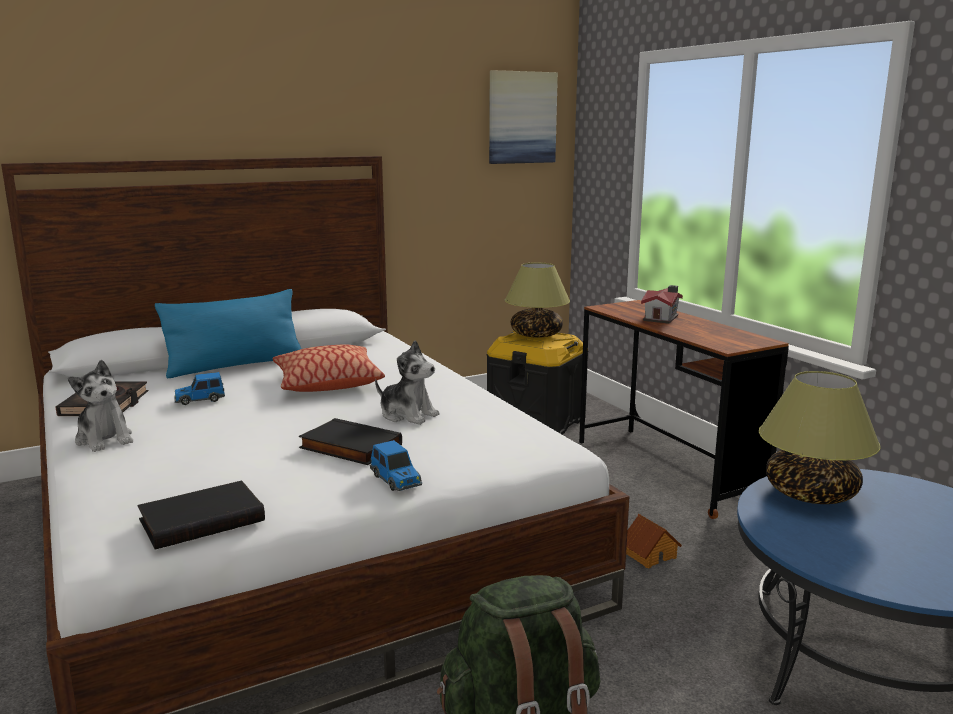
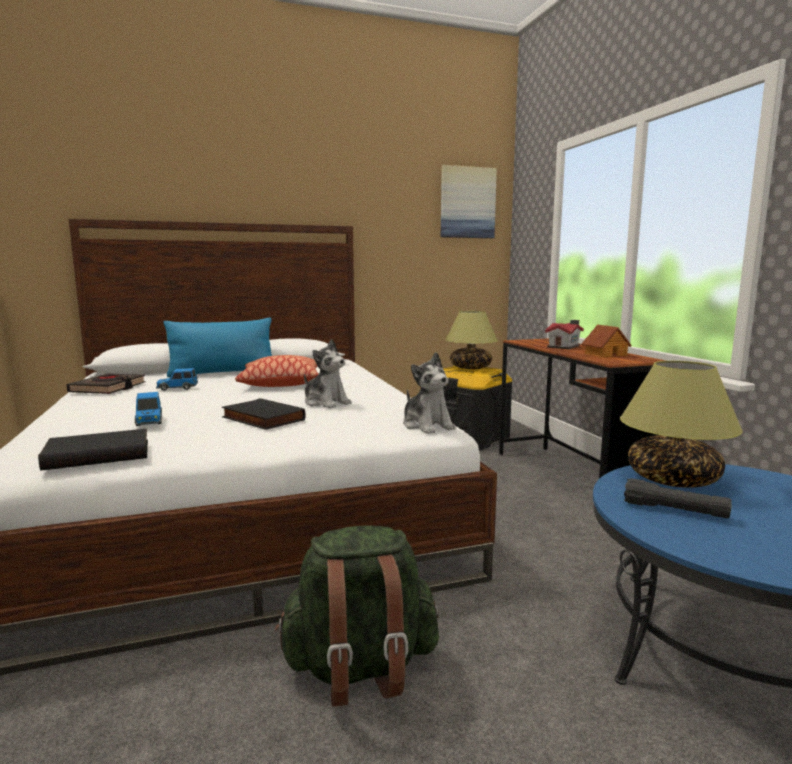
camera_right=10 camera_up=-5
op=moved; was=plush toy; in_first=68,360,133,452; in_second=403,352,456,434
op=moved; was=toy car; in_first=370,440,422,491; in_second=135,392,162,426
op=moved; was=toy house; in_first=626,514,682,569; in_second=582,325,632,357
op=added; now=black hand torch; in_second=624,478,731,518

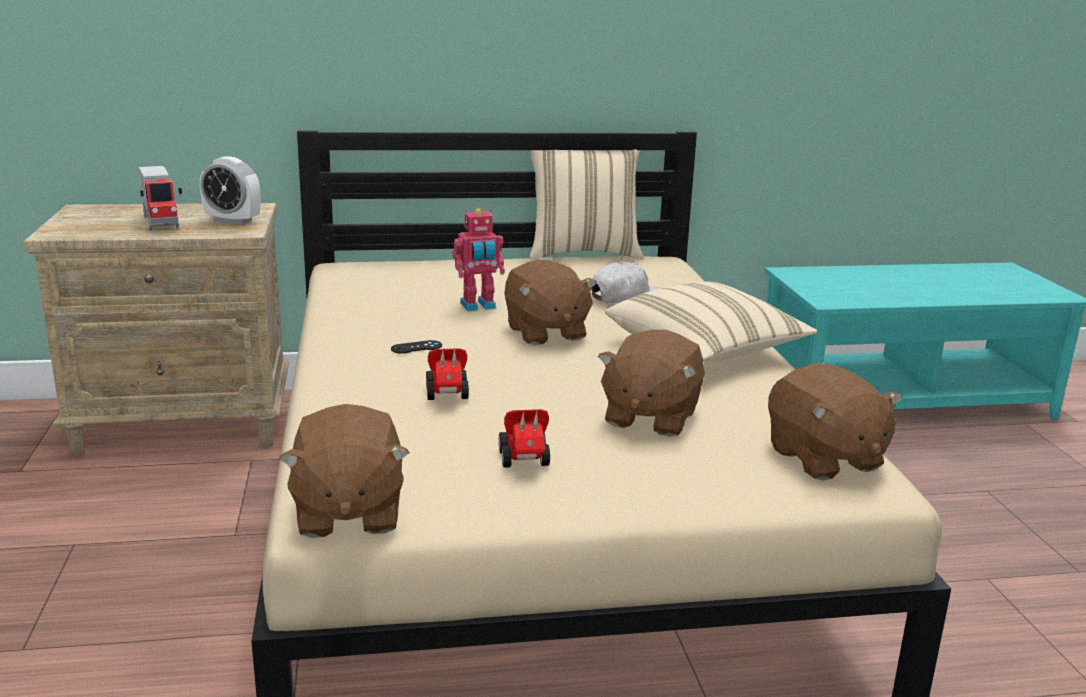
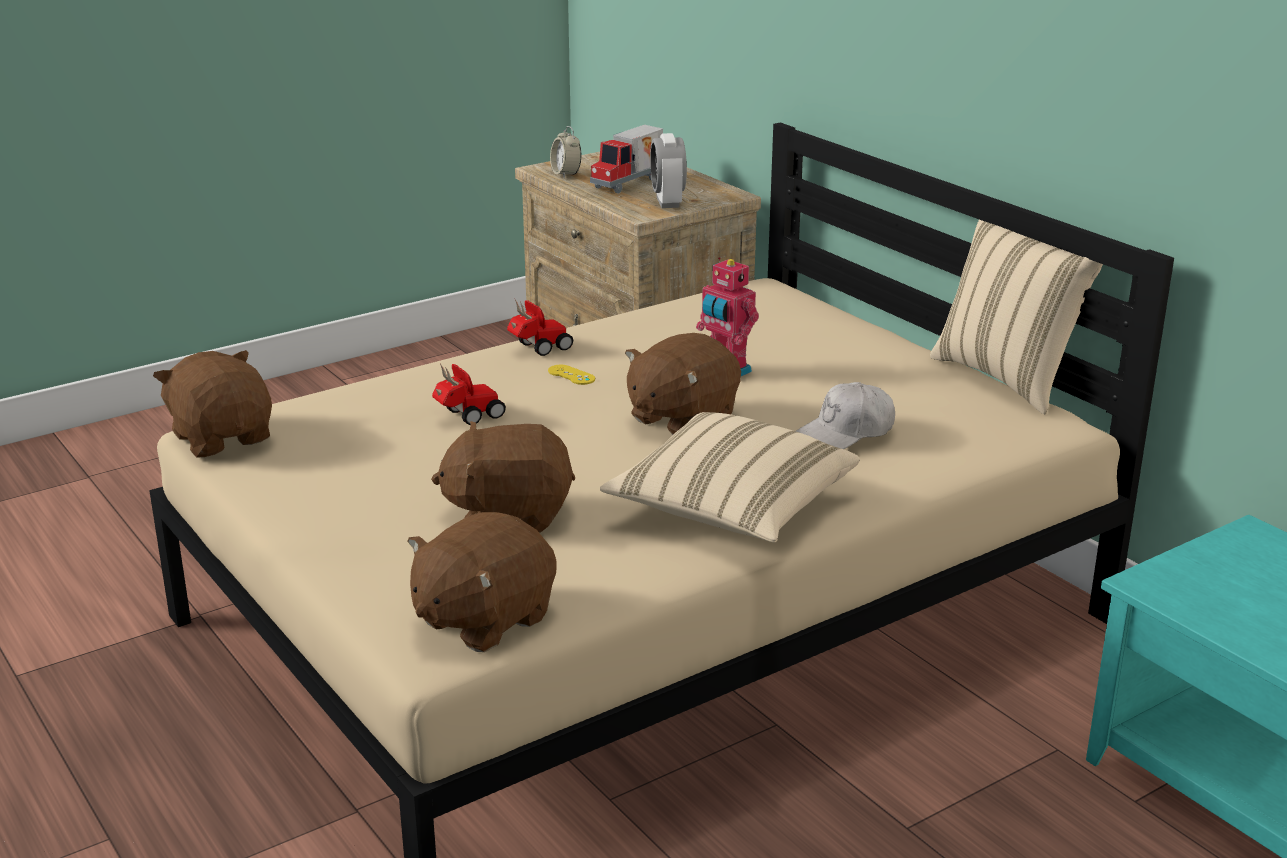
camera_right=65 camera_up=5
op=turned; was=white baseball cap; in_first=591,261,662,303; in_second=796,382,895,449; clockwise=105
op=recoloured; was=black gamepad; now=yellow gamepad; in_first=391,340,442,354; in_second=548,365,595,385
op=turned; was=brown-coloured plush toy; in_first=279,404,409,538; in_second=153,350,272,458; clockwise=90
op=moved; was=toy car; in_first=499,409,550,468; in_second=507,299,573,356
op=added; now=bedside clock; in_second=550,126,581,179

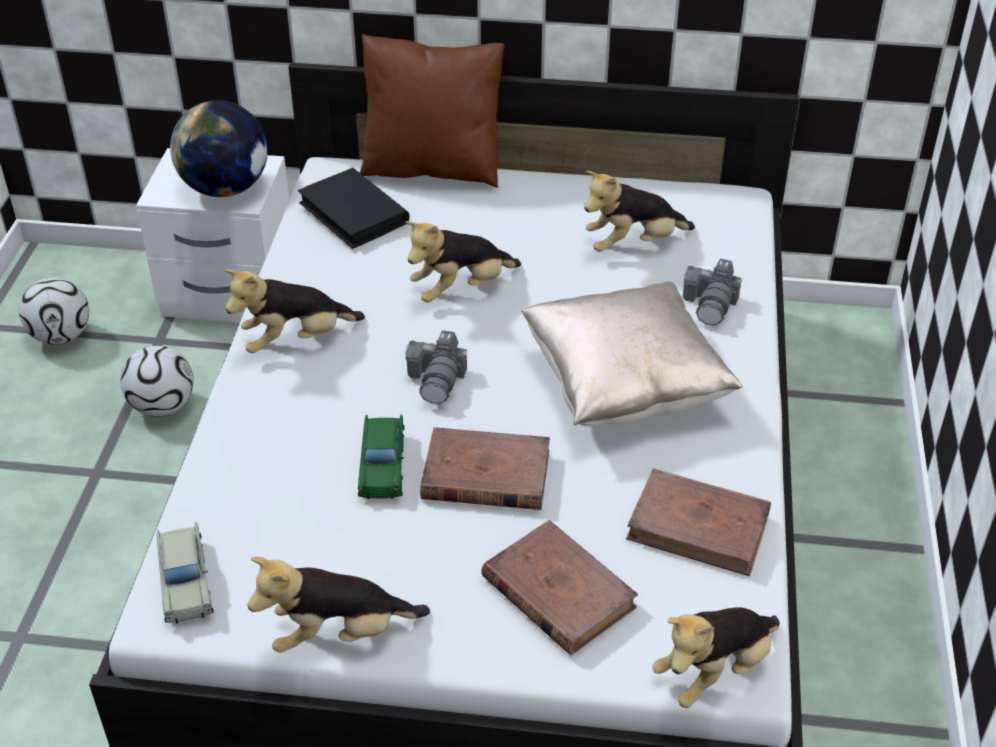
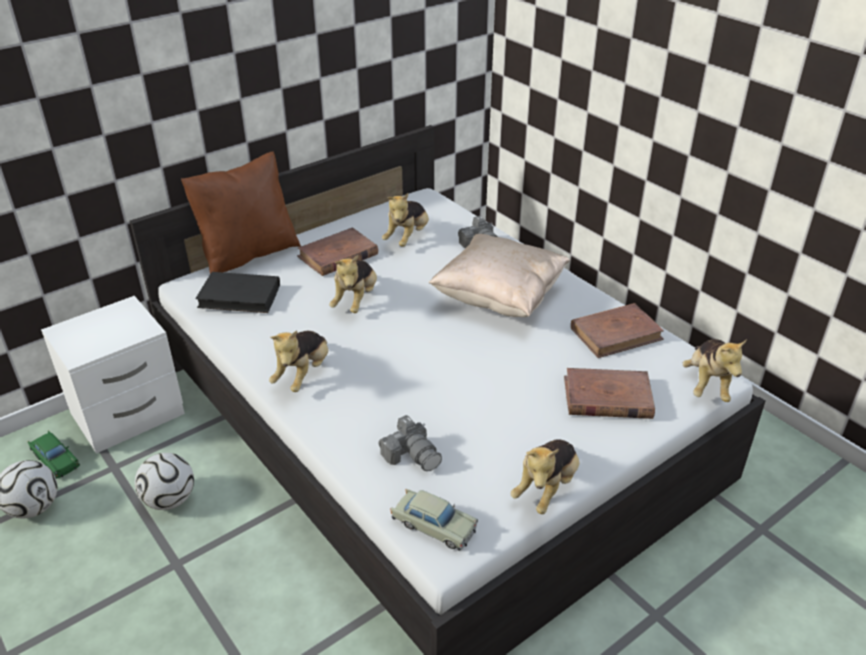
camera_right=-45 camera_up=-5
op=removed; was=desk globe; in_first=170,100,268,197
op=moved; was=still camera; in_first=406,330,467,404; in_second=378,415,442,471
op=moved; was=green toy car; in_first=358,414,404,499; in_second=28,431,80,479
op=moved; was=brown-coloured bound book; in_first=420,427,550,510; in_second=297,227,378,276

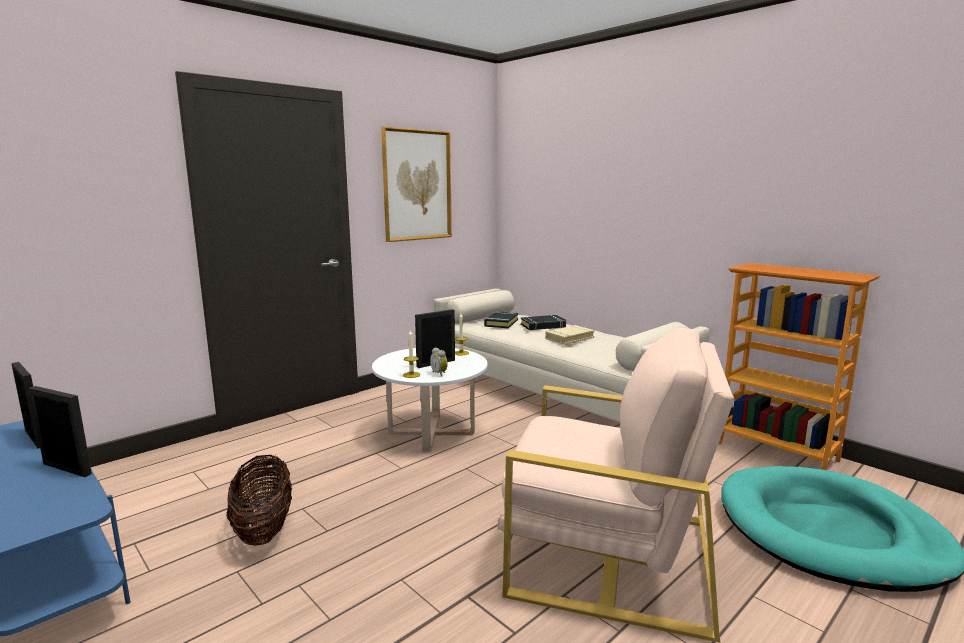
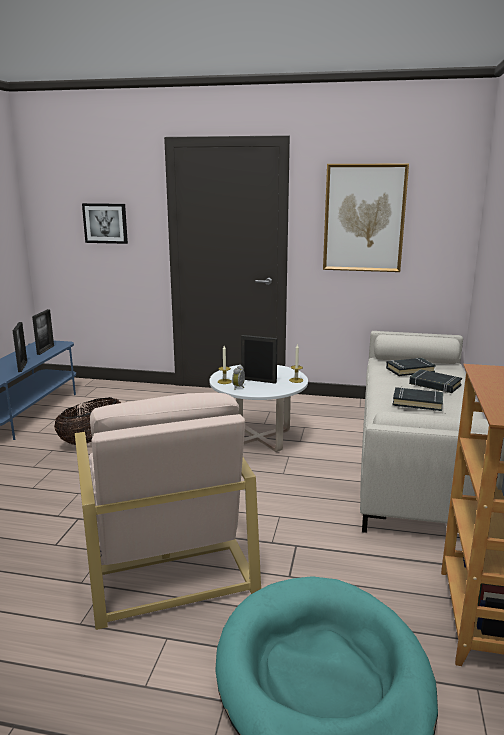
camera_right=55 camera_up=5
op=recoloured; was=beige-coloured bound book; now=black bound book; in_first=545,325,595,345; in_second=392,387,443,411
op=added; now=wall art; in_second=82,203,128,244

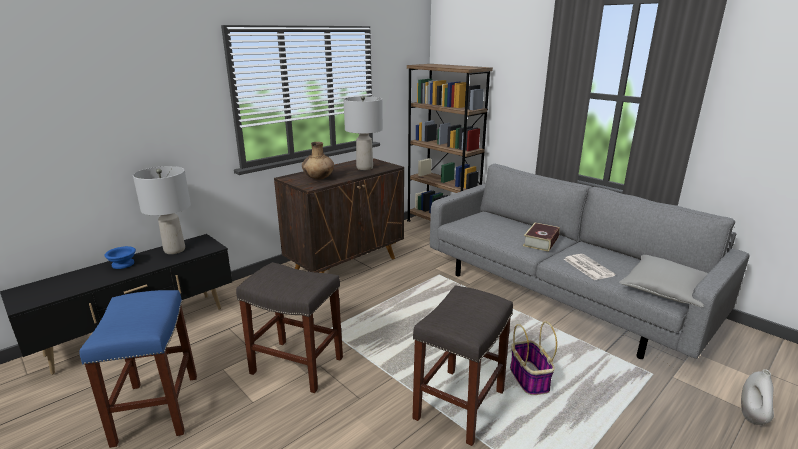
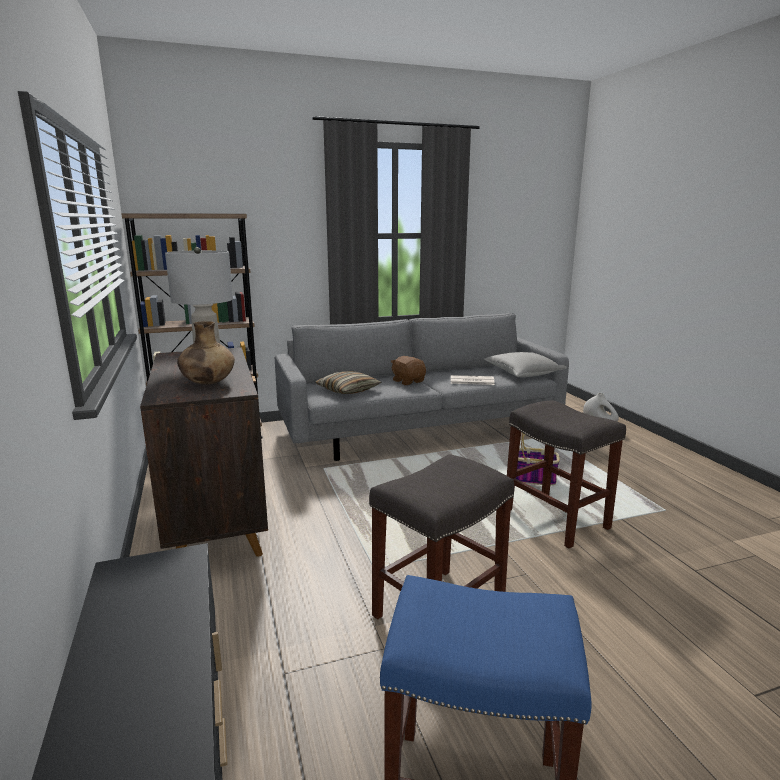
camera_right=-65 camera_up=-5
op=removed; was=gray table lamp; in_first=133,166,191,254
op=replaced; was=bound book; now=brown-coloured plush toy; in_first=523,223,560,252; in_second=391,356,426,385
op=removed; was=blue-coloured bowl; in_first=105,246,136,269
op=added; now=pillow; in_second=315,371,382,394

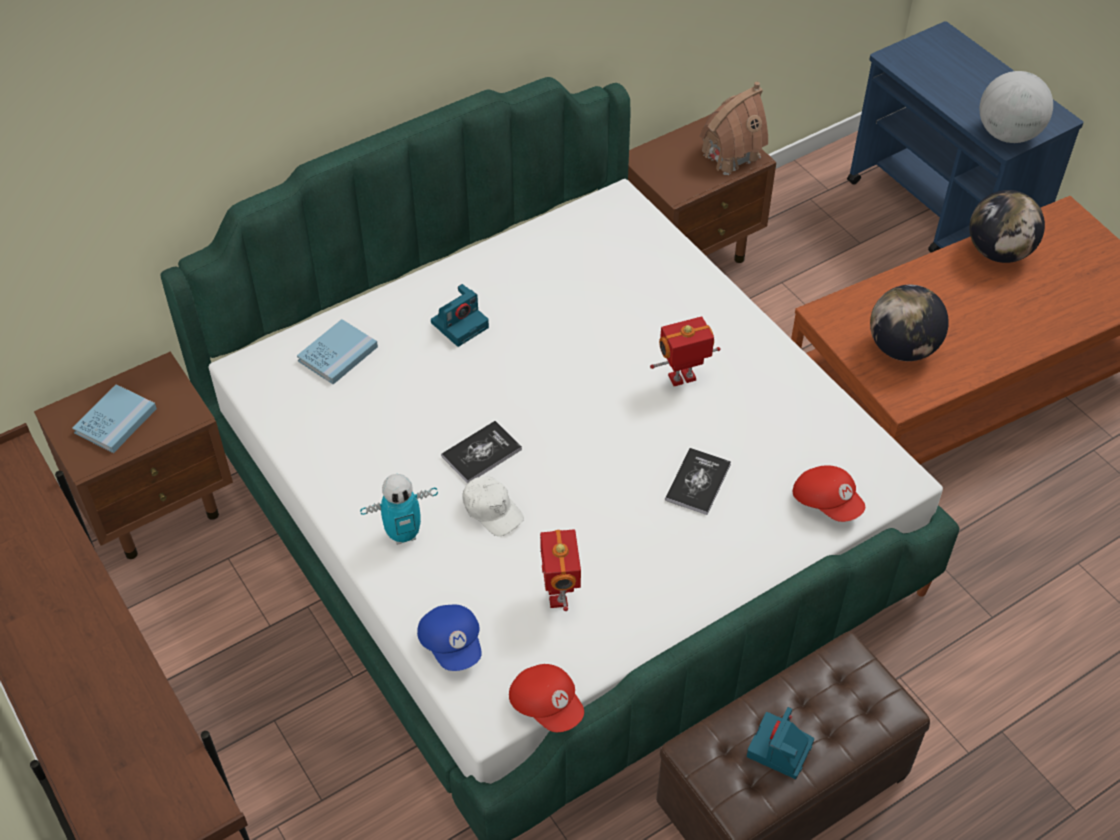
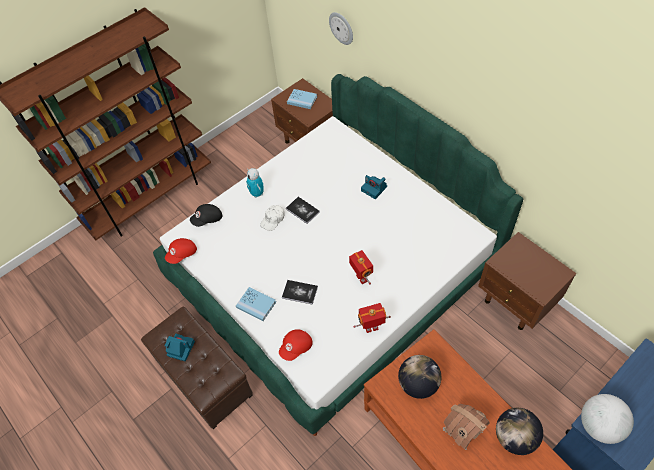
camera_right=85 camera_up=5
op=moved; was=toy house; in_first=699,82,768,175; in_second=443,404,490,450
op=moved; was=blue-coloured bound book; in_first=297,319,378,384; in_second=236,287,276,321
op=moved; was=toy robot; in_first=540,529,581,611; in_second=353,303,391,333
op=recoloured; was=blue-coloured baseball cap; now=black baseball cap; in_first=417,605,482,671; in_second=190,204,222,227
op=added; now=clock on the wall; in_second=329,12,353,45

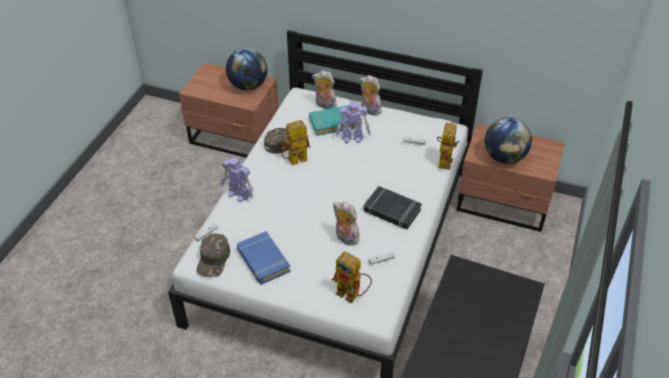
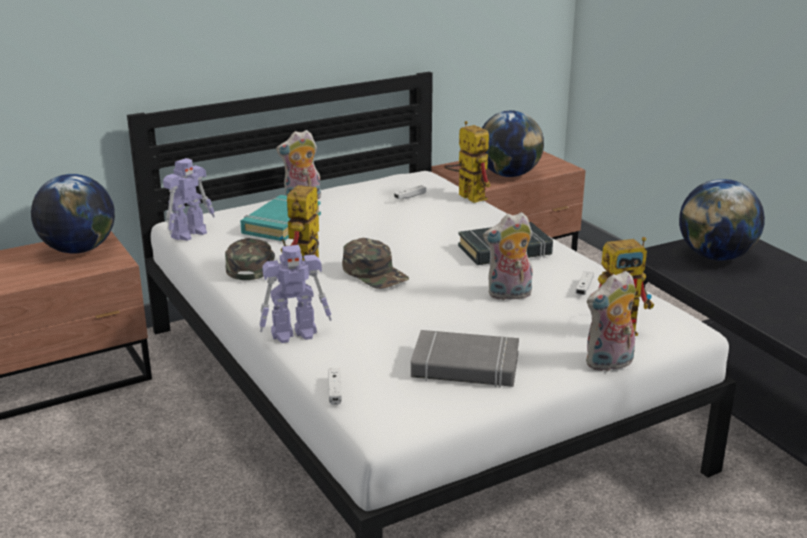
camera_right=-50 camera_up=-20
op=moved; was=plush toy; in_first=312,70,337,109; in_second=586,271,636,372
op=moved; was=toy robot; in_first=336,102,370,143; in_second=163,158,215,241
op=recoloured; was=blue-coloured bound book; now=gray bound book; in_first=237,231,291,285; in_second=411,330,519,387
op=moved; was=green baseball cap; in_first=196,234,230,277; in_second=342,238,409,289
op=added; now=desk globe; in_second=679,179,765,261

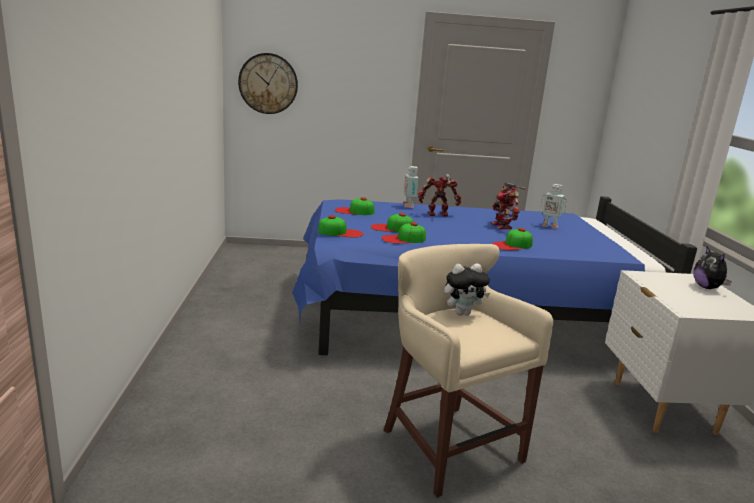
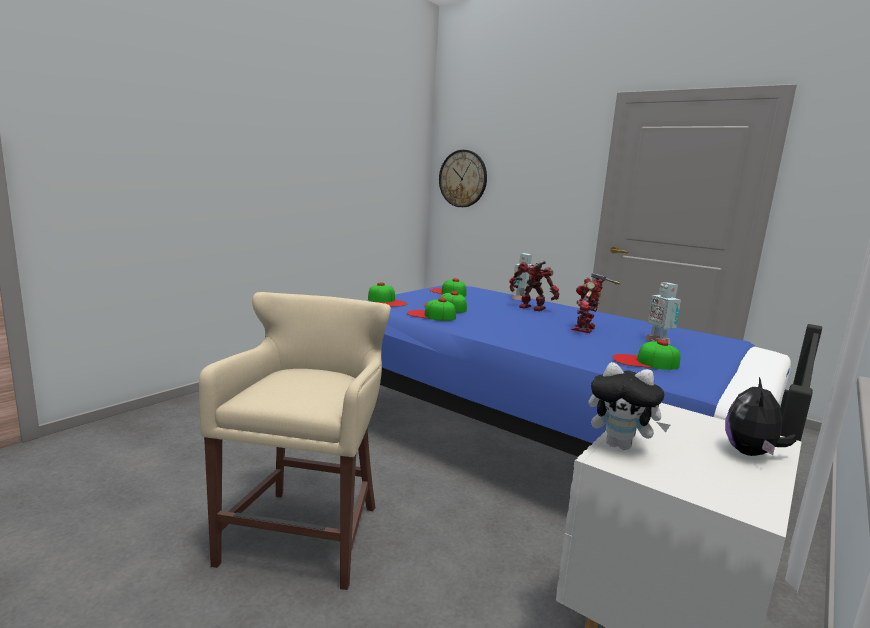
camera_right=40 camera_up=-5
op=moved; was=baseball cap; in_first=492,228,533,250; in_second=612,340,681,370
op=moved; was=plush toy; in_first=444,263,490,316; in_second=588,362,670,450

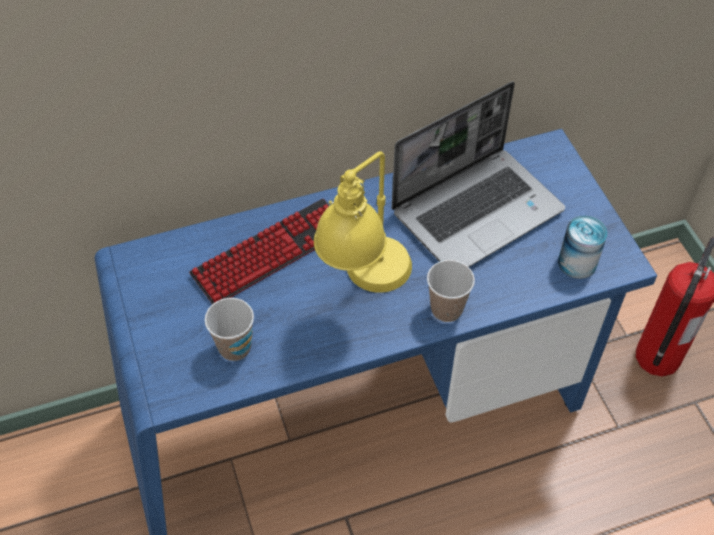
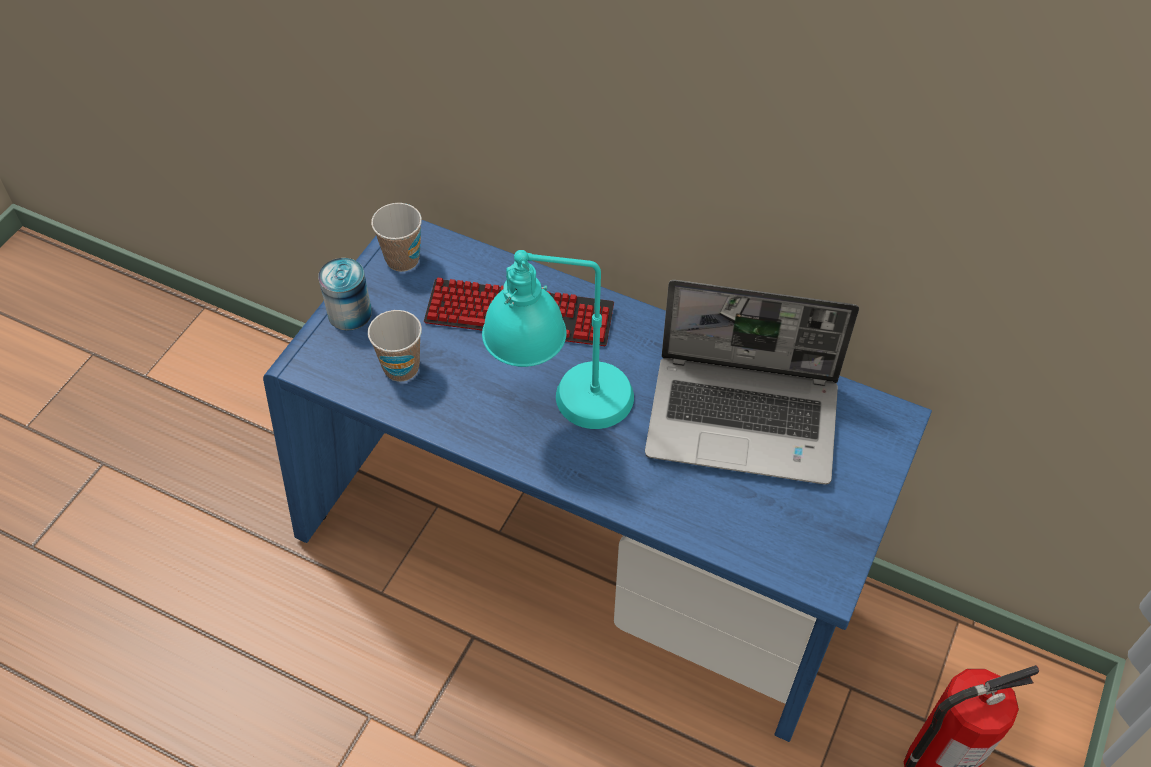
camera_right=45 camera_up=0
op=recoloured; was=yellow table lamp; now=blue-green table lamp; in_first=314,151,412,293; in_second=482,250,634,429
op=moved; was=metal can; in_first=558,215,607,279; in_second=318,258,372,331
op=moved; was=small cup; in_first=427,260,475,322; in_second=371,203,422,272

